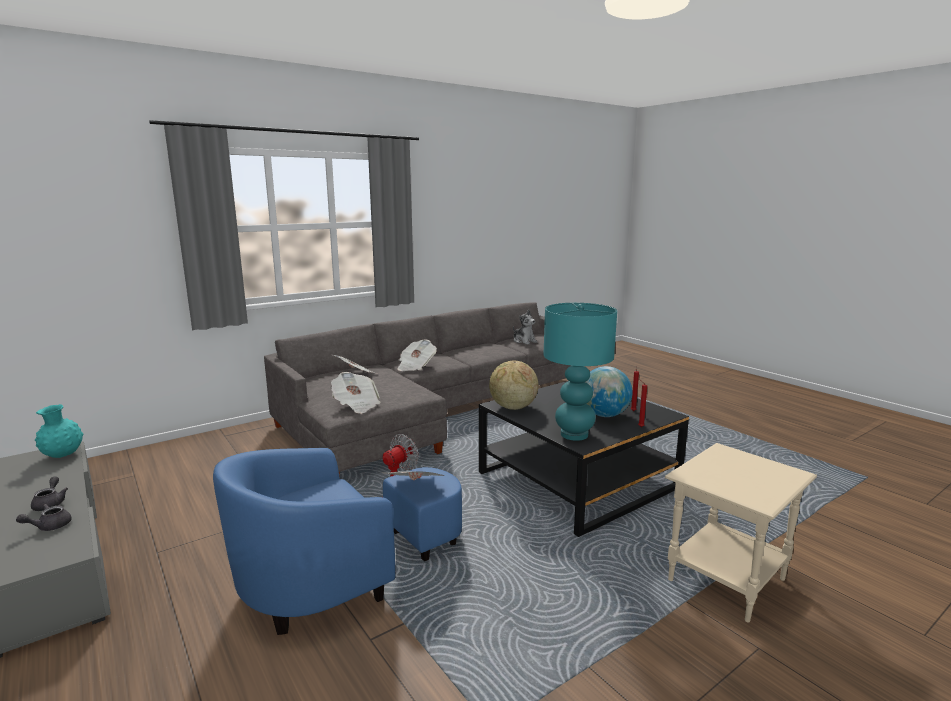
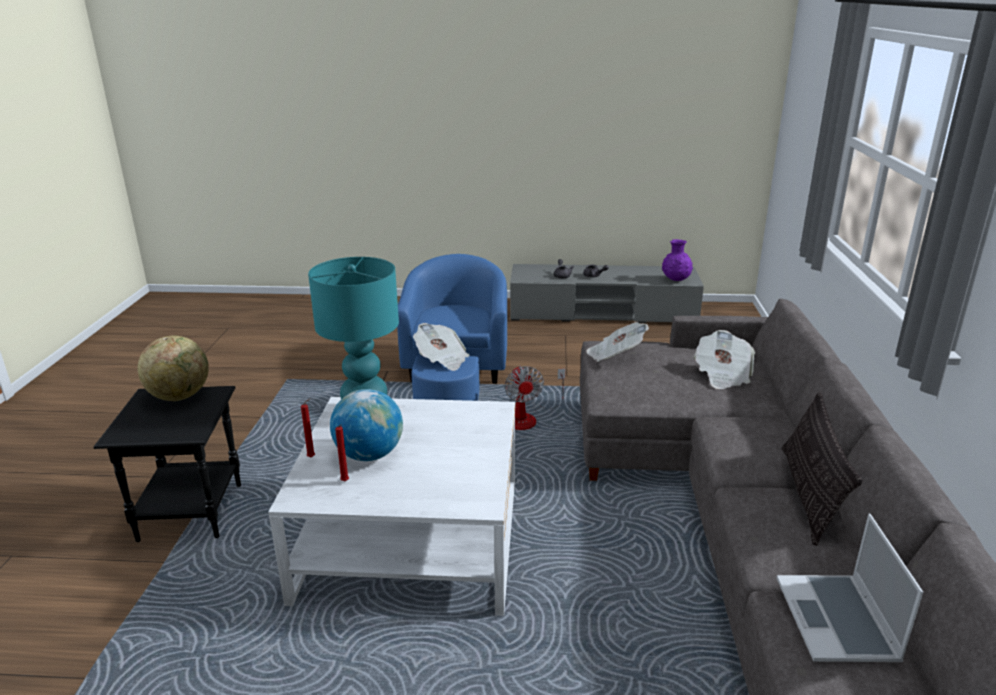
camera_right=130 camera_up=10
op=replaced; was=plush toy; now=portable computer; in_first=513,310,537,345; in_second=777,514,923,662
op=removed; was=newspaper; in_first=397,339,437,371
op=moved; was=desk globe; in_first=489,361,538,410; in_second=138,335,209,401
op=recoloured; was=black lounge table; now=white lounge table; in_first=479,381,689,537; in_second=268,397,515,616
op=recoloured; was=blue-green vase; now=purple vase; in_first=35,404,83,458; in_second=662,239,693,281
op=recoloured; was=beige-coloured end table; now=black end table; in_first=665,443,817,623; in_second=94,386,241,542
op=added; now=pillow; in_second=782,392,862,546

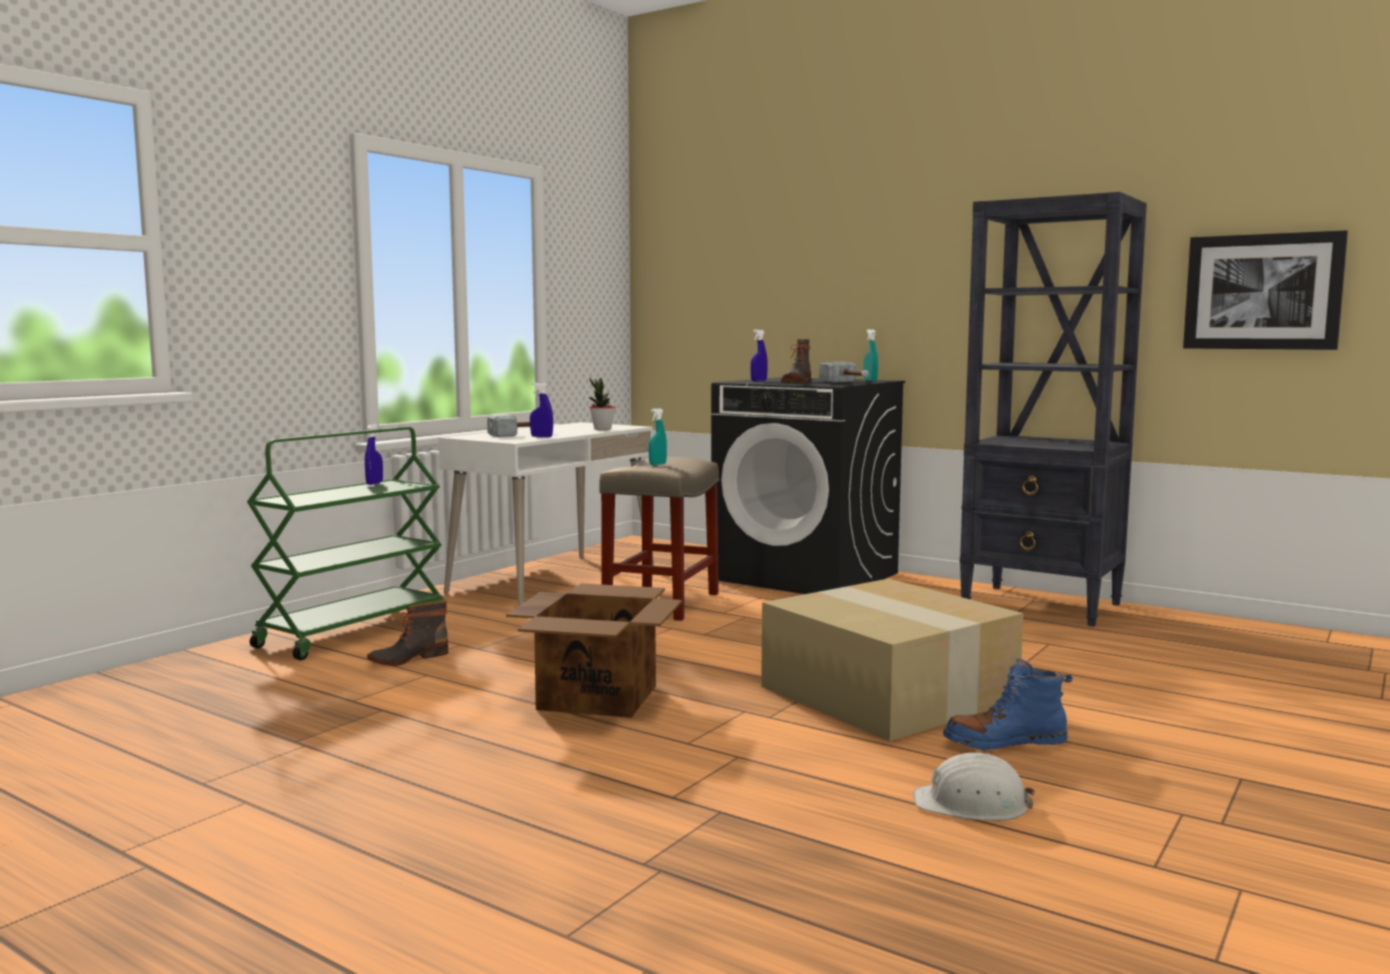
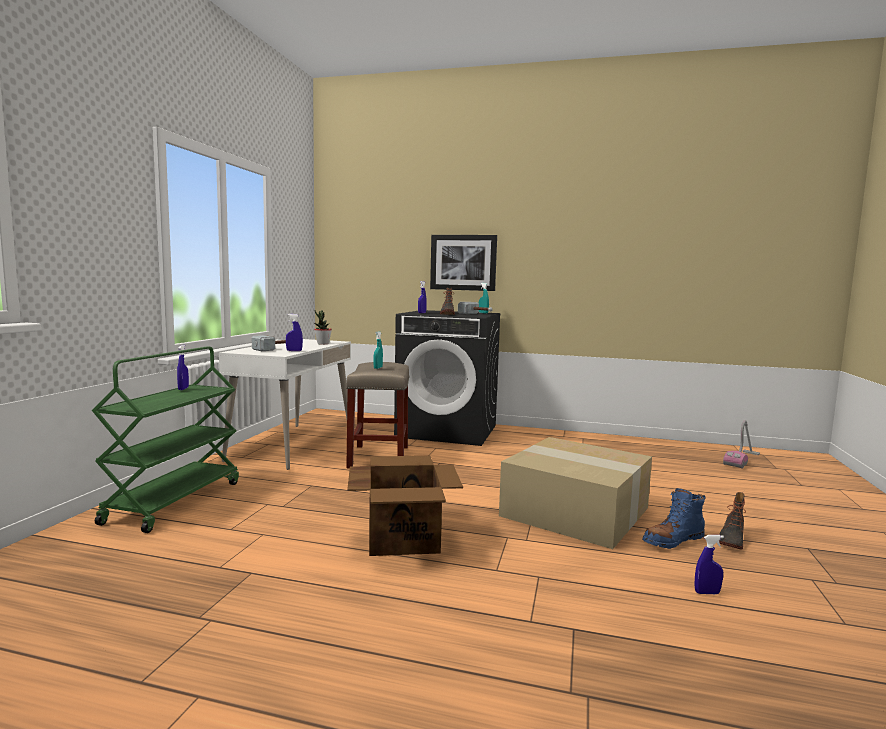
camera_right=-20 camera_up=0
op=removed; was=black shelving unit; in_first=960,192,1147,627
op=moved; was=wall art; in_first=1183,230,1348,350; in_second=430,235,497,291
op=moved; was=boot; in_first=367,601,448,666; in_second=719,492,746,550
op=replaced; was=white work helmet; now=blue-coloured hand sprayer; in_first=913,753,1036,821; in_second=694,535,724,594
op=added; now=vacuum cleaner; in_second=723,420,760,469

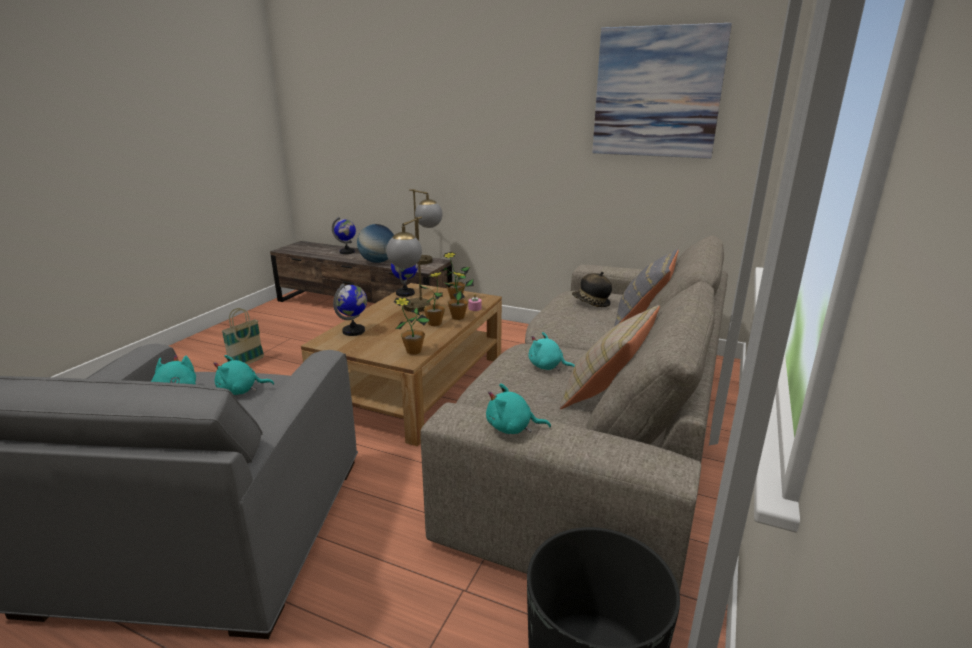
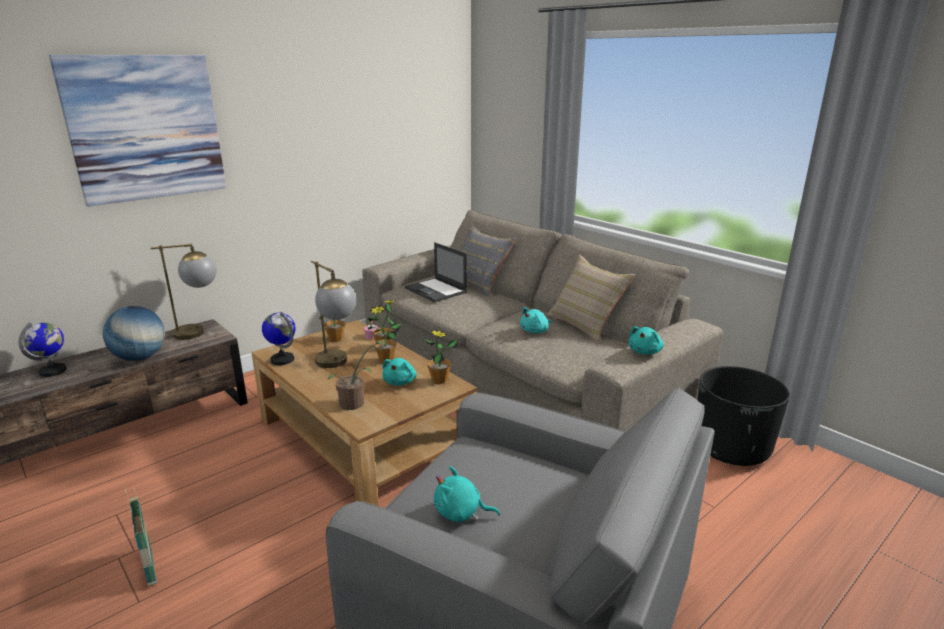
camera_right=-65 camera_up=0
op=moved; was=wall art; in_first=592,23,732,159; in_second=49,55,226,207
op=replaced; was=clothing hat; now=portable computer; in_first=572,272,612,307; in_second=405,242,467,302
op=replaced; was=desk globe; now=houseplant; in_first=333,283,367,336; in_second=328,341,386,410
op=moved; was=blue-green plush toy; in_first=213,355,274,395; in_second=382,358,416,385

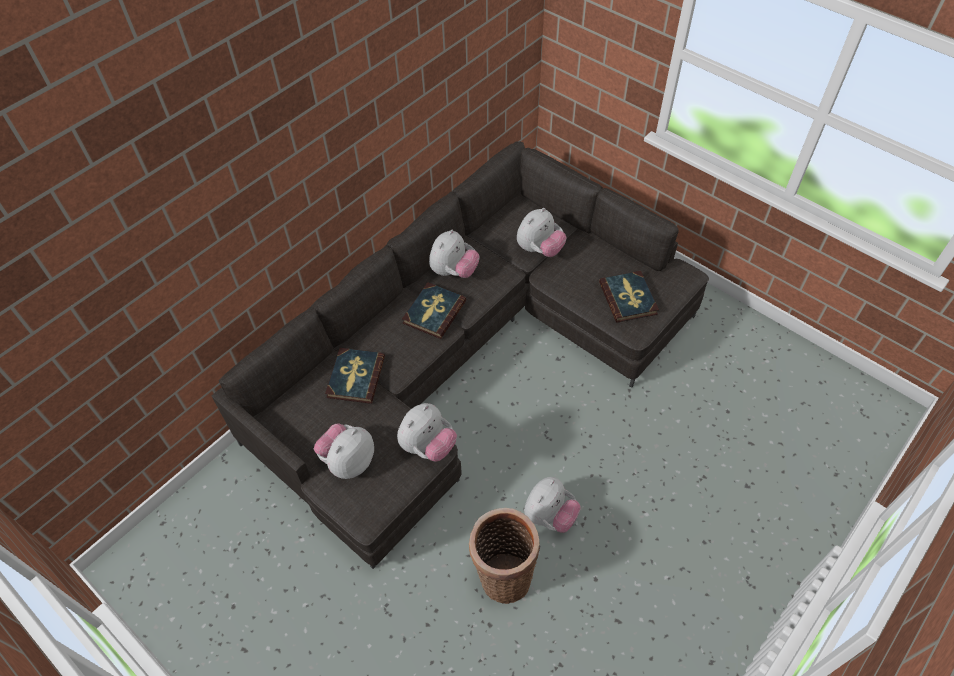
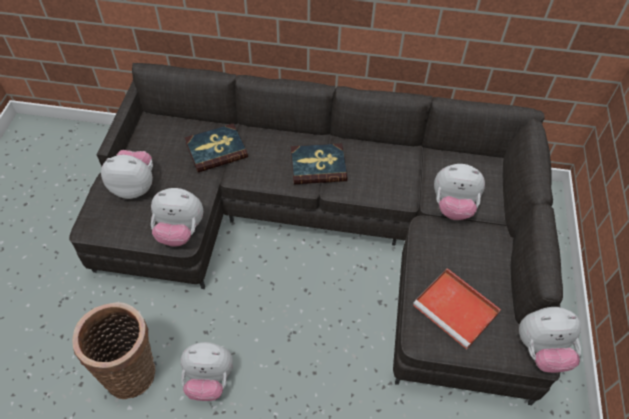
camera_right=55 camera_up=0
op=moved; was=plush toy; in_first=429,230,479,278; in_second=519,307,581,373
op=replaced; was=bound book; now=red-coloured serving tray; in_first=599,271,659,323; in_second=413,268,501,349

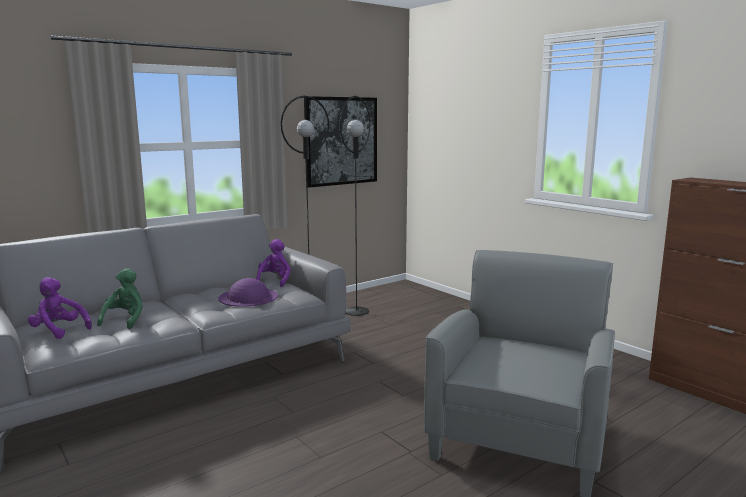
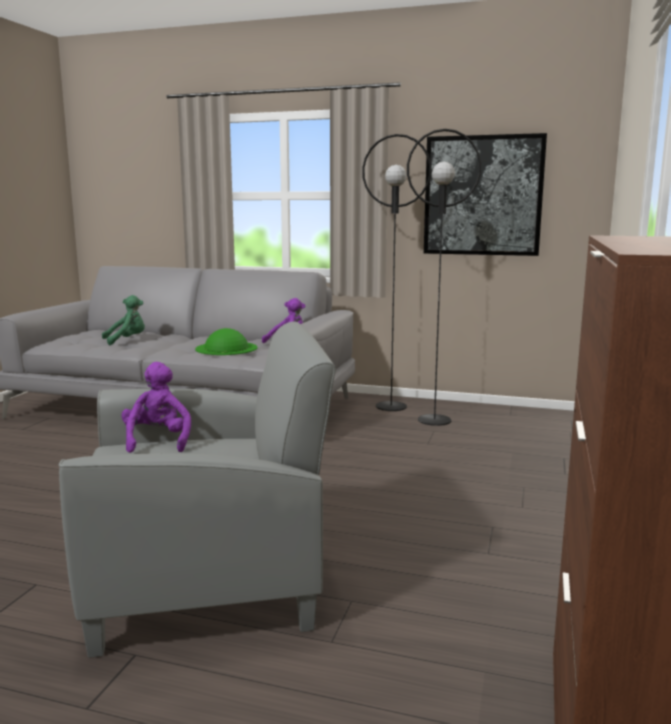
camera_right=55 camera_up=0
op=moved; was=purple plush toy; in_first=28,277,92,339; in_second=121,362,191,453
op=recoloured; was=purple clothing hat; now=green clothing hat; in_first=218,278,278,307; in_second=195,328,257,355

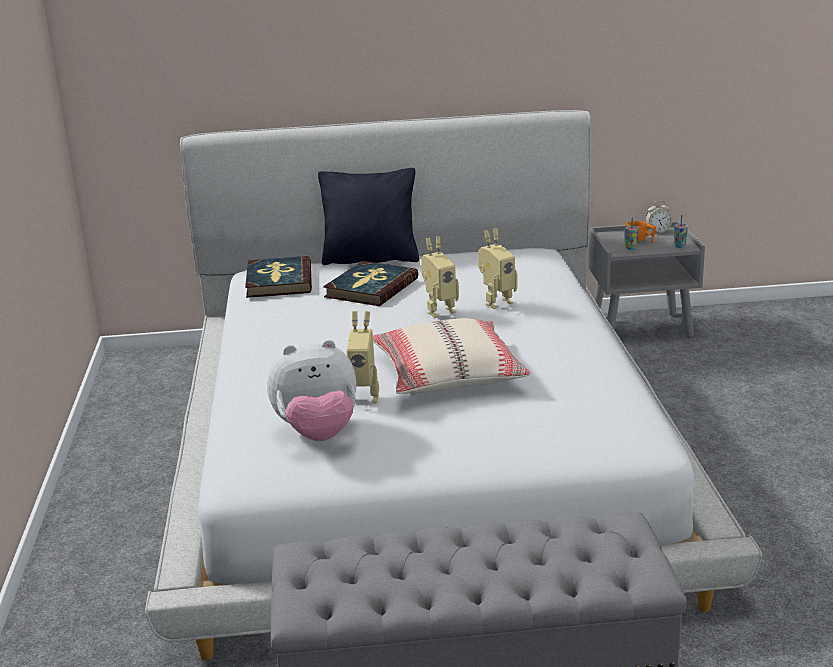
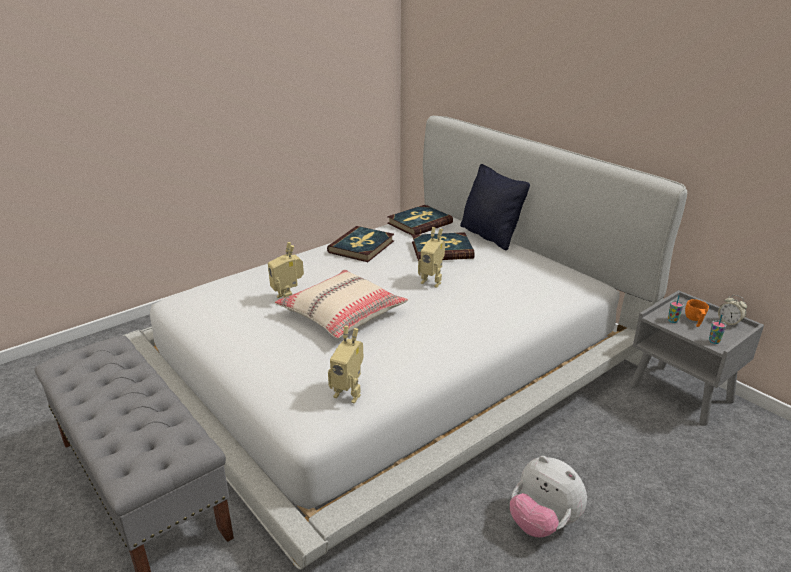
camera_right=55 camera_up=5
op=moved; was=toy robot; in_first=478,228,517,309; in_second=328,326,363,403
op=moved; was=plush toy; in_first=267,340,356,441; in_second=510,456,587,537
op=added; now=bound book; in_second=327,226,394,262

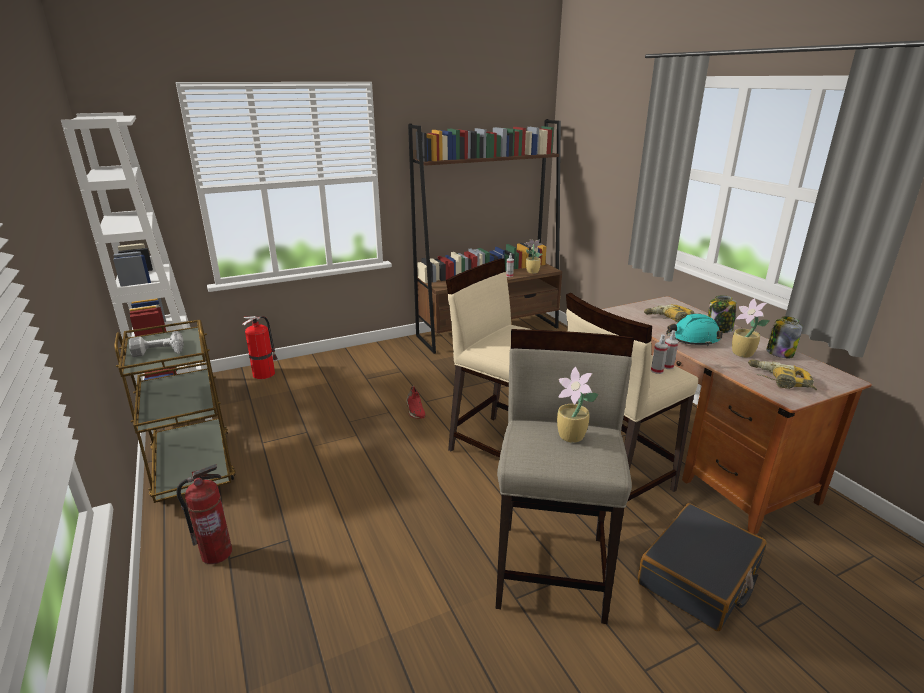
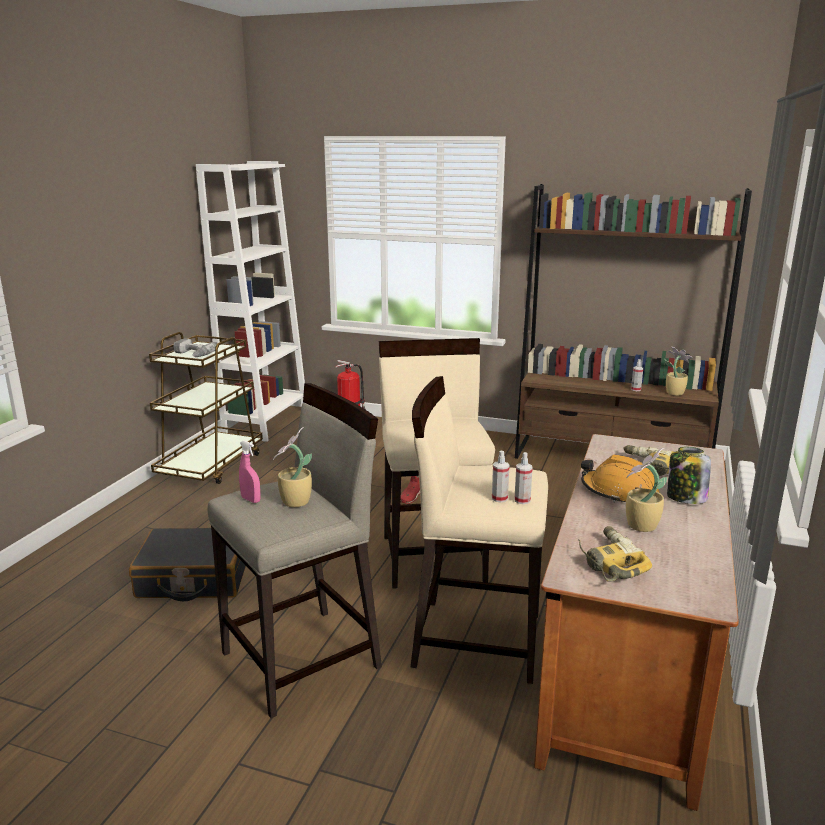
camera_right=45 camera_up=-5
op=recoloured; was=blue-green work helmet; now=orange work helmet; in_first=666,314,722,346; in_second=581,455,659,503
op=removed; was=jar; in_first=766,316,803,358
op=removed; was=extinguisher; in_first=176,464,232,564
op=moved; was=black travel case; in_first=638,503,766,631; in_second=129,528,246,601
op=added; now=pinkish hand sprayer; in_second=239,440,261,503

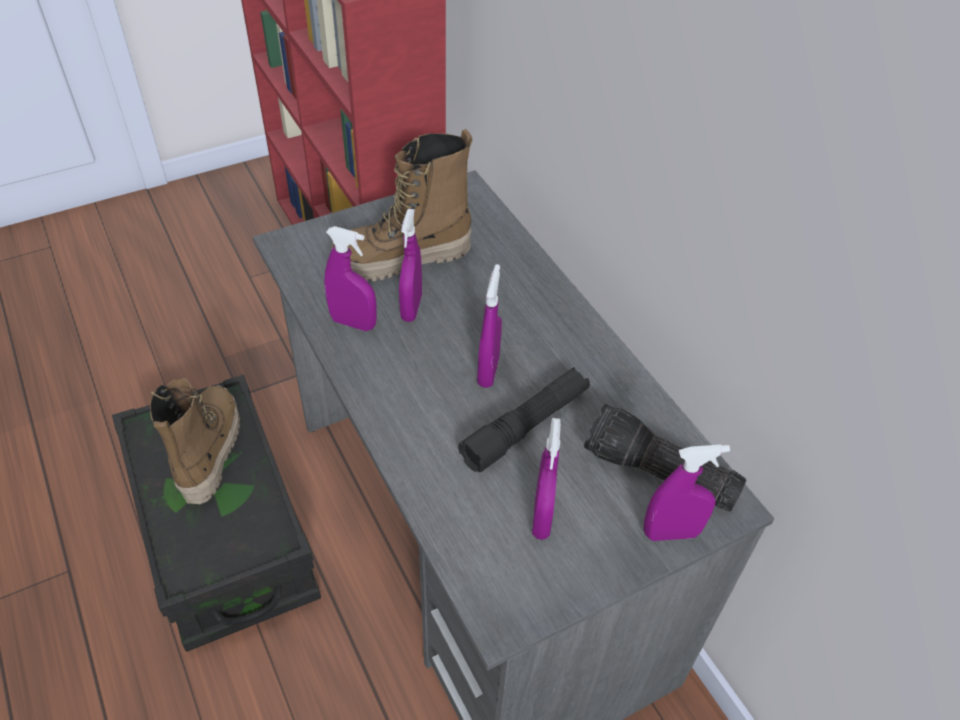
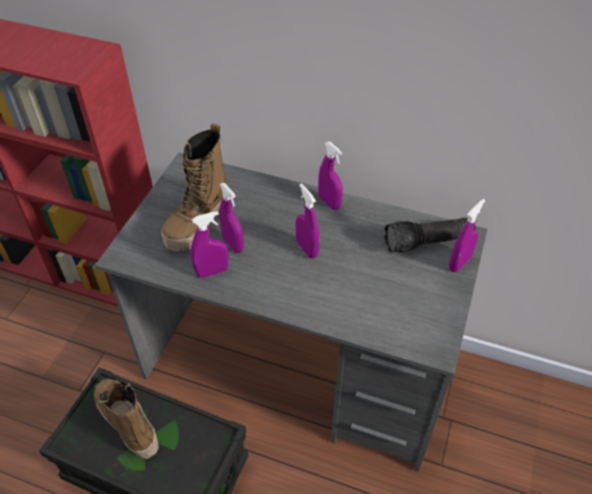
camera_right=-40 camera_up=0
op=removed; was=black hand torch; in_first=458,367,590,472
op=moved; was=purple hand sprayer; in_first=532,418,561,540; in_second=318,142,343,210

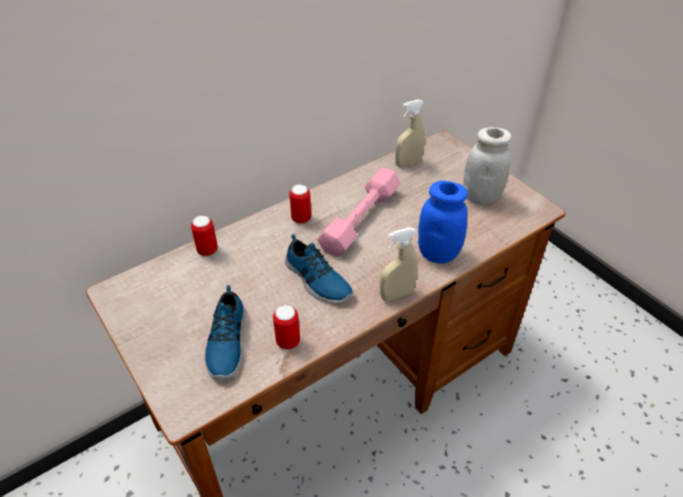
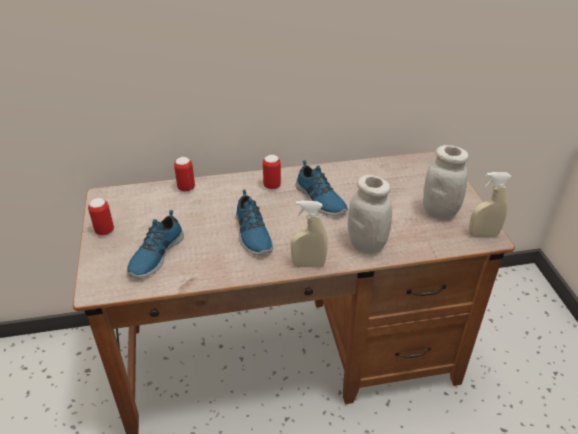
camera_right=25 camera_up=-5
op=moved; was=beige-coloured hand sprayer; in_first=395,99,425,167; in_second=469,172,512,237
op=replaced; was=pinkish hand weight; now=low shoe; in_first=317,167,401,257; in_second=296,160,348,216
op=recoloured; was=blue-coloured jar; now=white jar; in_first=418,181,467,264; in_second=348,175,392,254
op=moved; was=metal can; in_first=273,305,300,350; in_second=88,198,114,236

